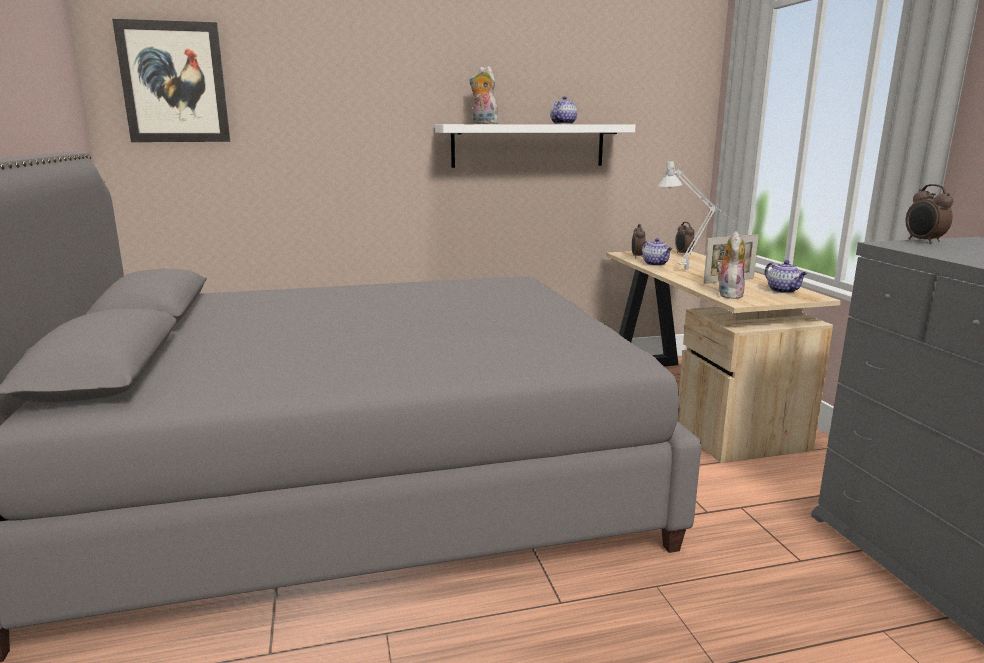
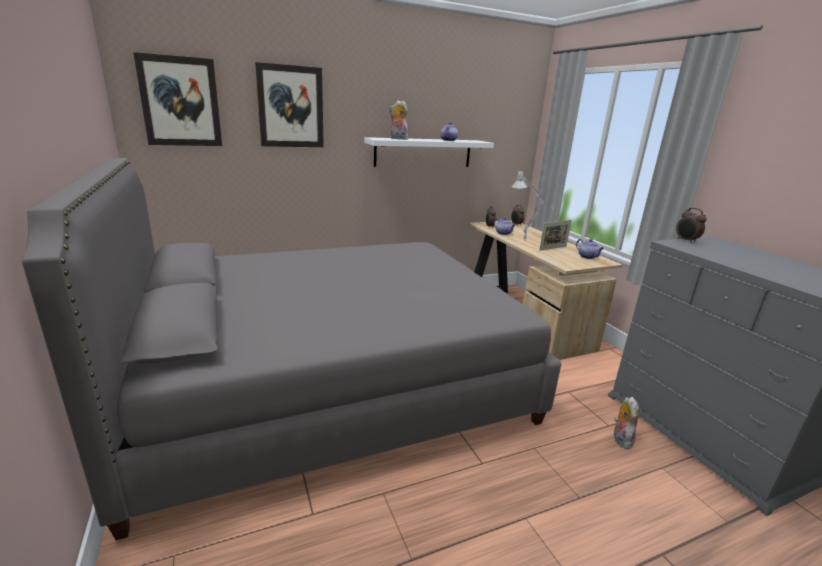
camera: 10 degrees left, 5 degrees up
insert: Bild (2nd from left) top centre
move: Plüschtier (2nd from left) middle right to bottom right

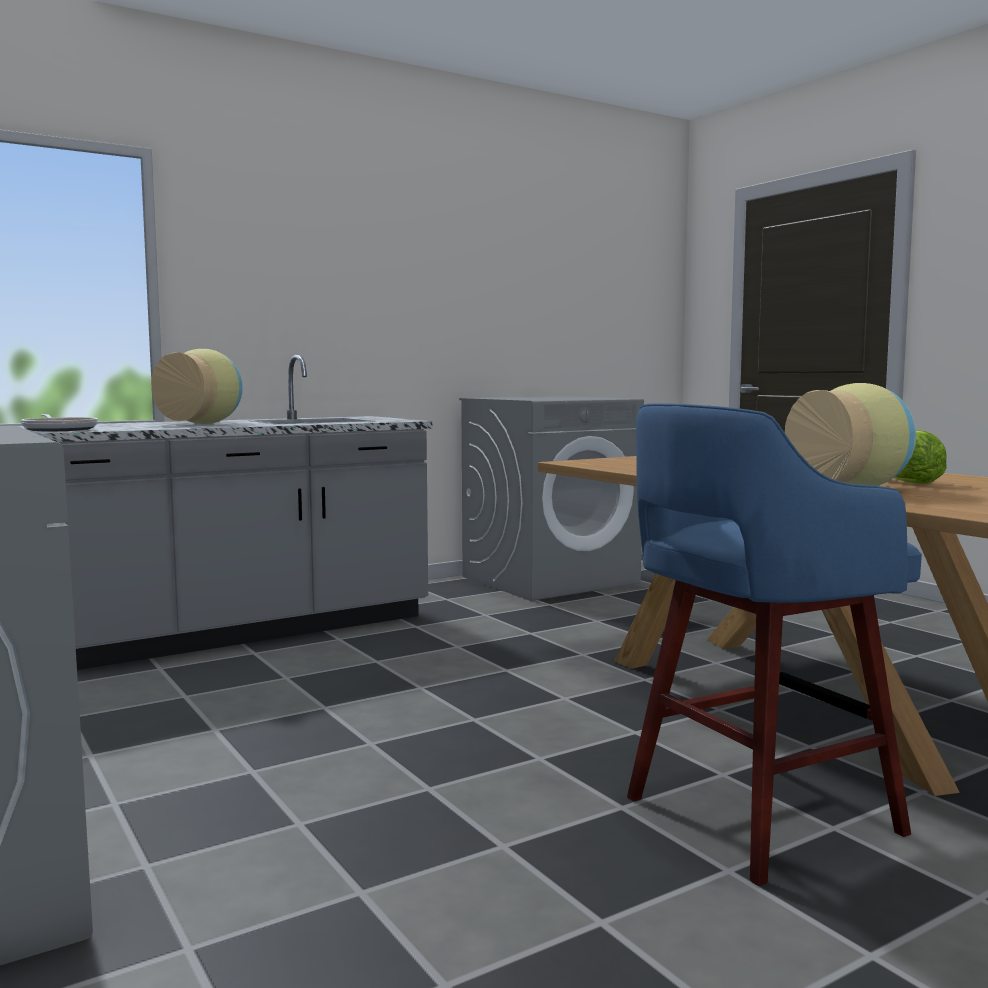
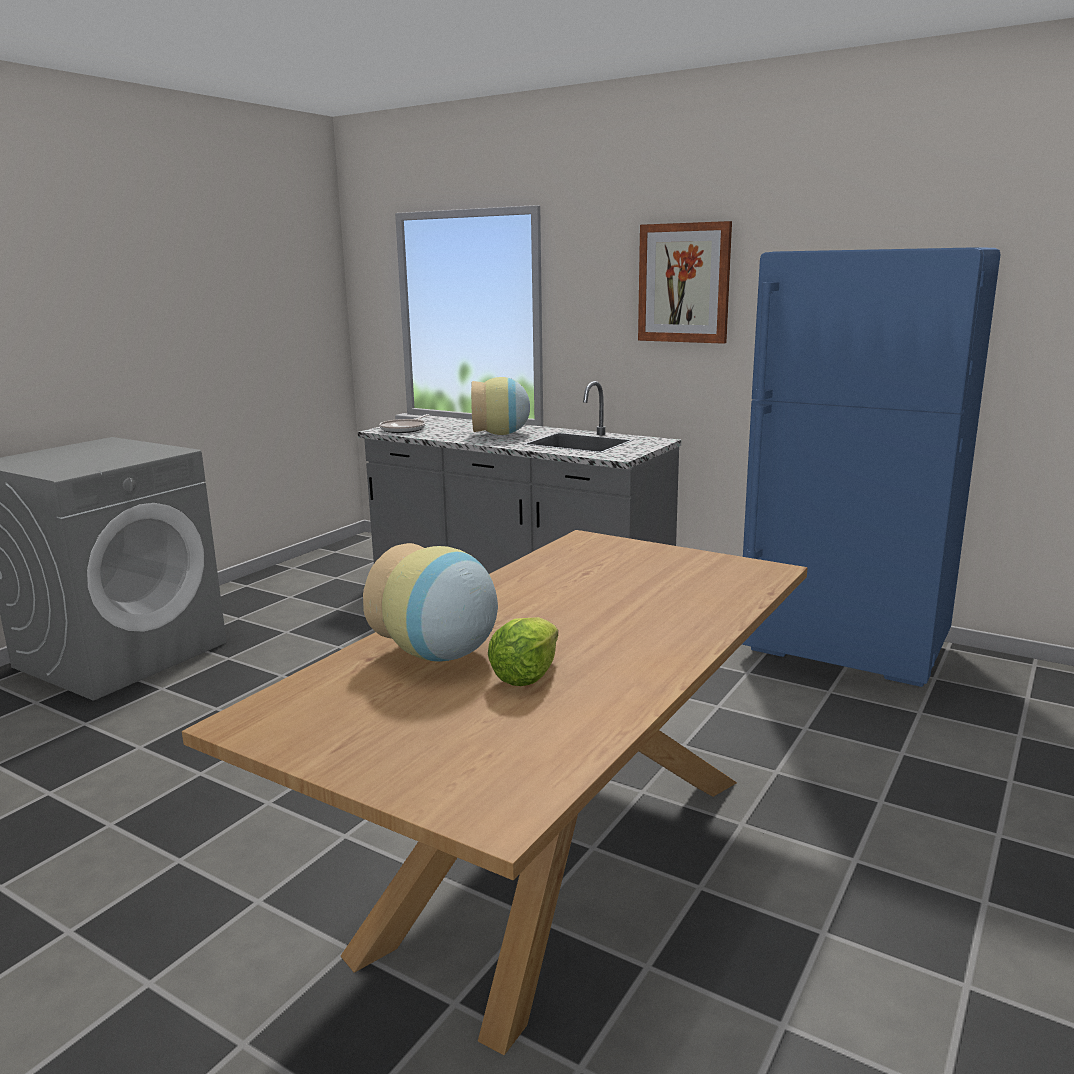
camera: 65 degrees right, 10 degrees up
delete: Hocker/blau middle right
insert: Bild top centre
replace: Waschmaschine/grau (2nd from left) centre to Kühlschrank/blau middle right

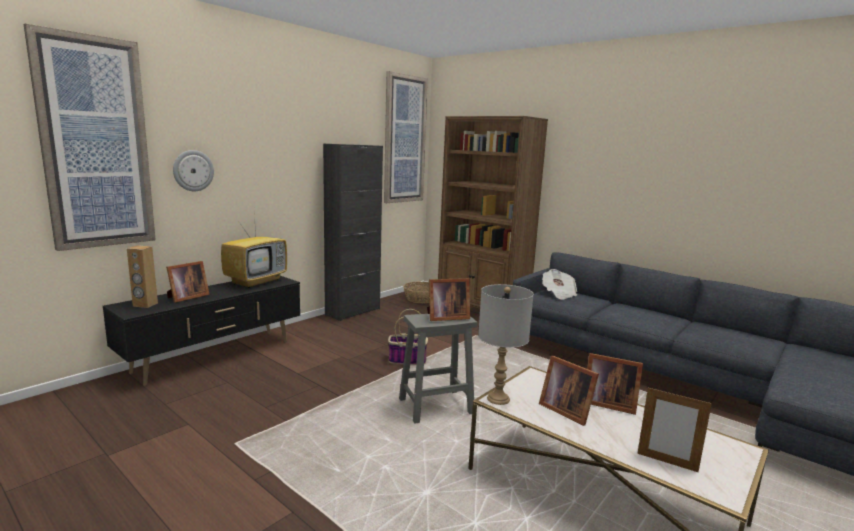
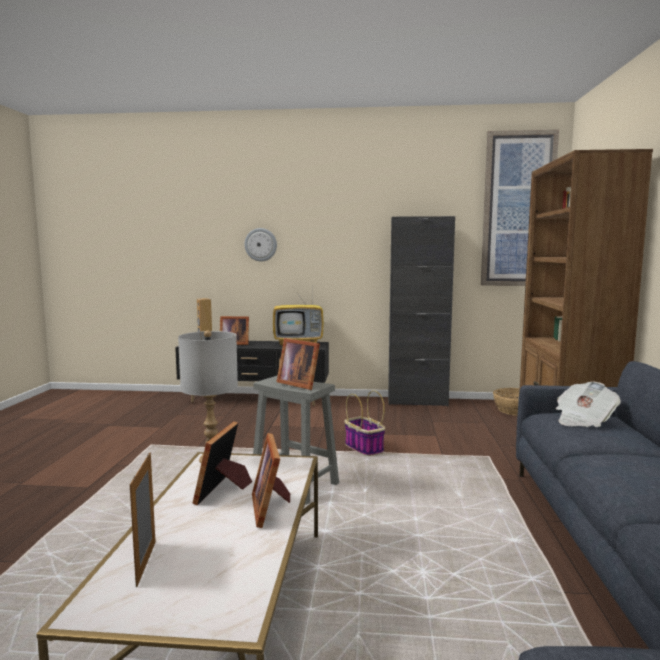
camera: 55 degrees right, 5 degrees down
delete: Bild (1st from left) top left

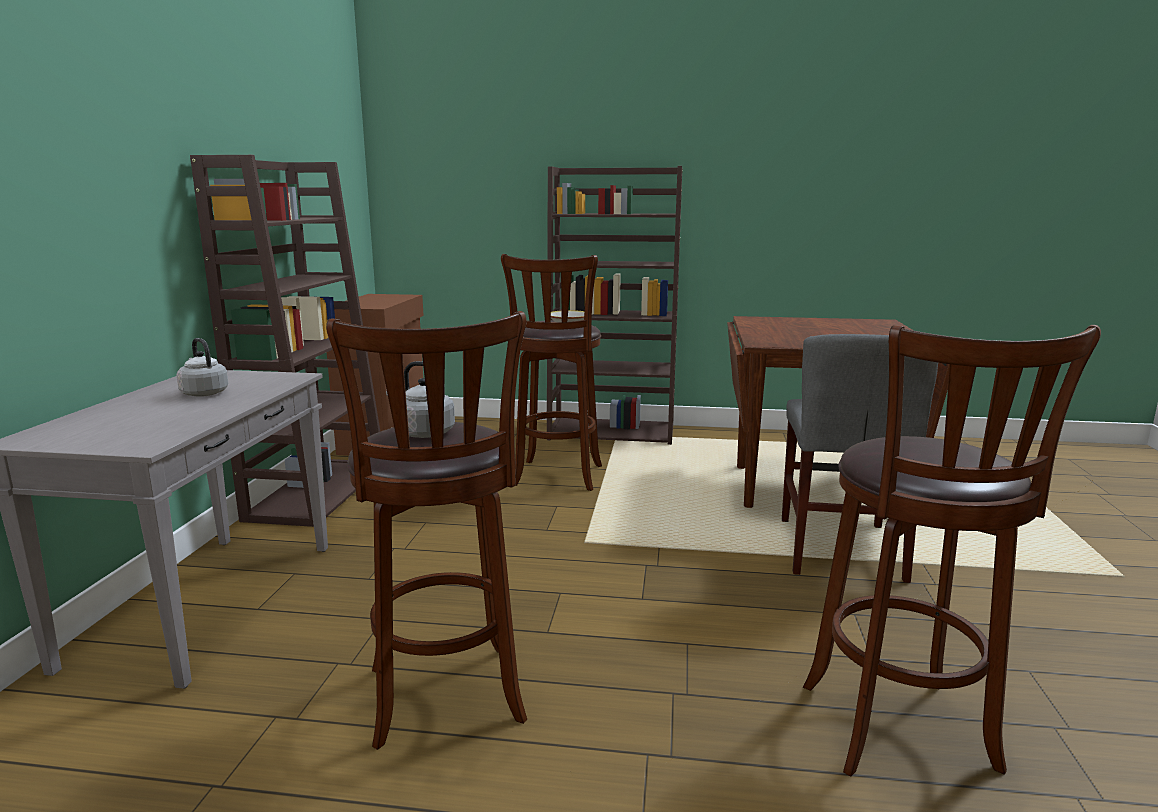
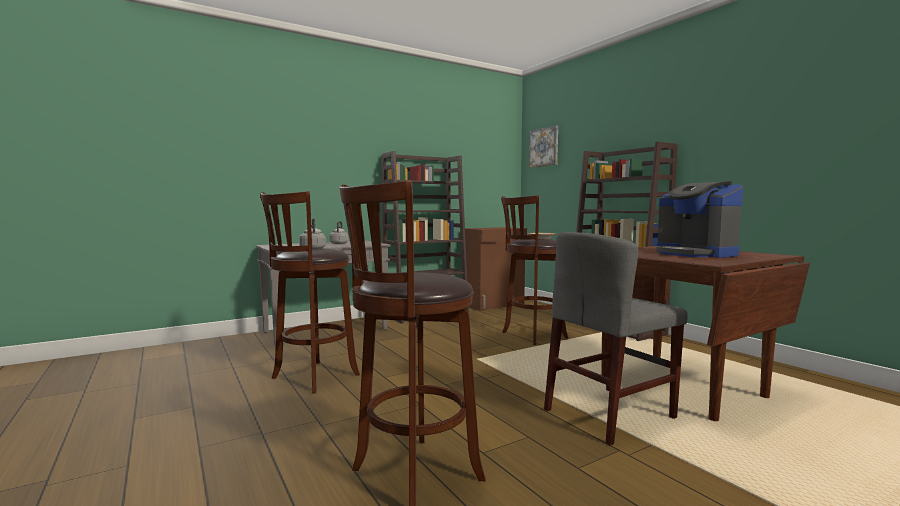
camera: 50 degrees right, 10 degrees down
insert: Bild top centre; Kaffeemaschine middle right

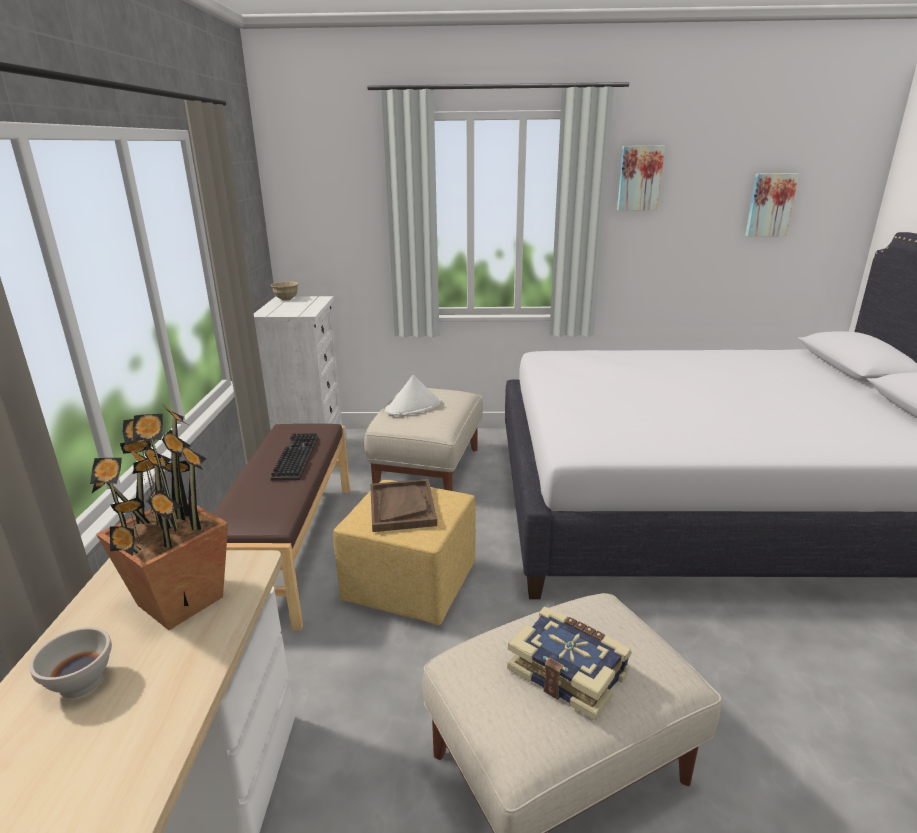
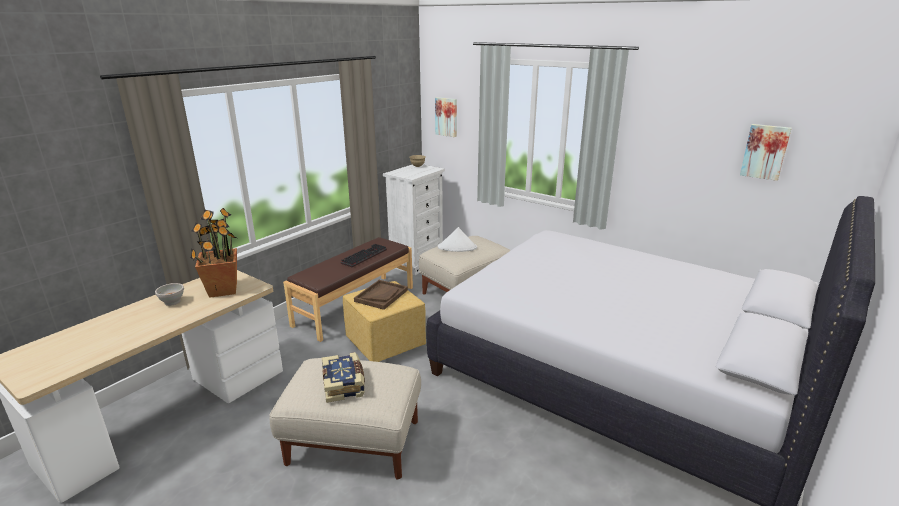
camera: 35 degrees right, 0 degrees up
move: Bild (1st from left) top right to top centre

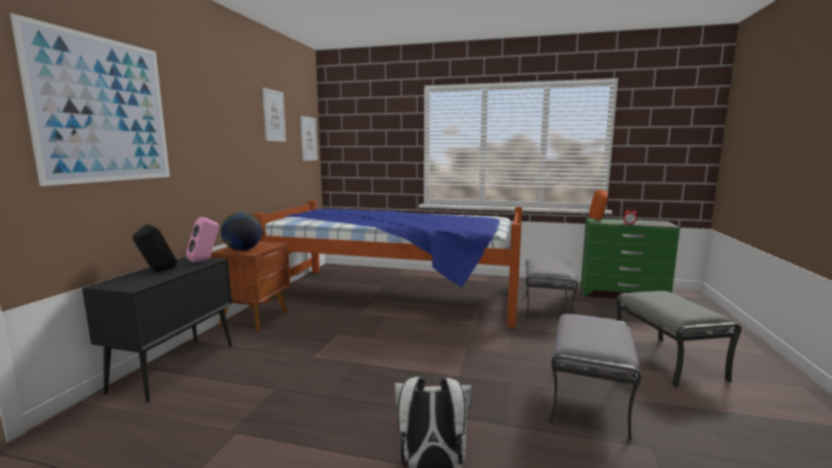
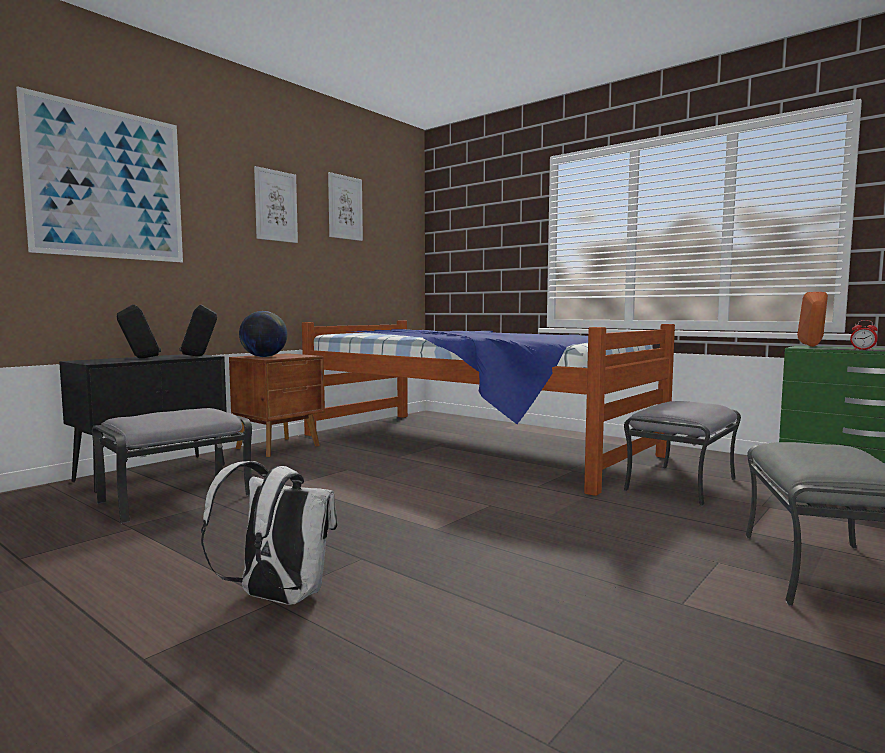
camera: 25 degrees right, 5 degrees down
move: Bild (3rd from left in the first image) top centre to Bild (2nd from left) top left; Polsterhocker/grau (2nd from left in the first image) bottom right to Polsterhocker/grau (1st from left) middle left
recolor: Lautsprecher/rosa middle left to Lautsprecher/schwarz (2nd from left) middle left

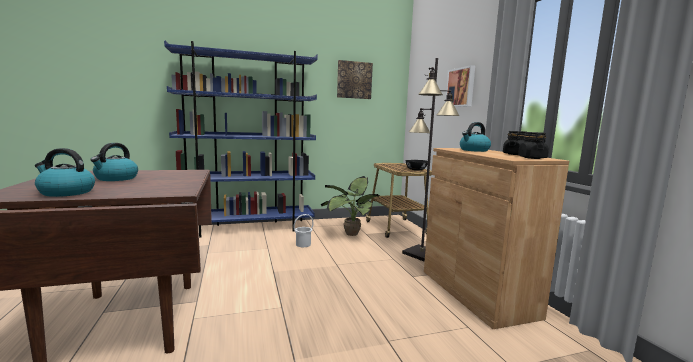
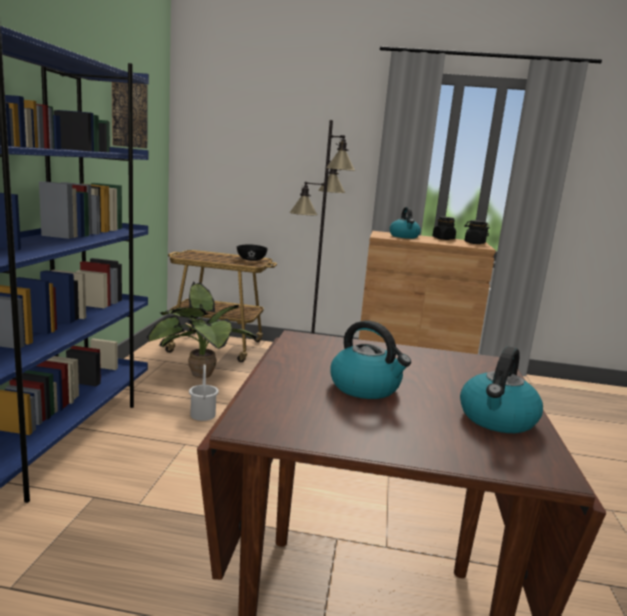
camera: 65 degrees left, 5 degrees up
delete: Bild (2nd from left) top centre

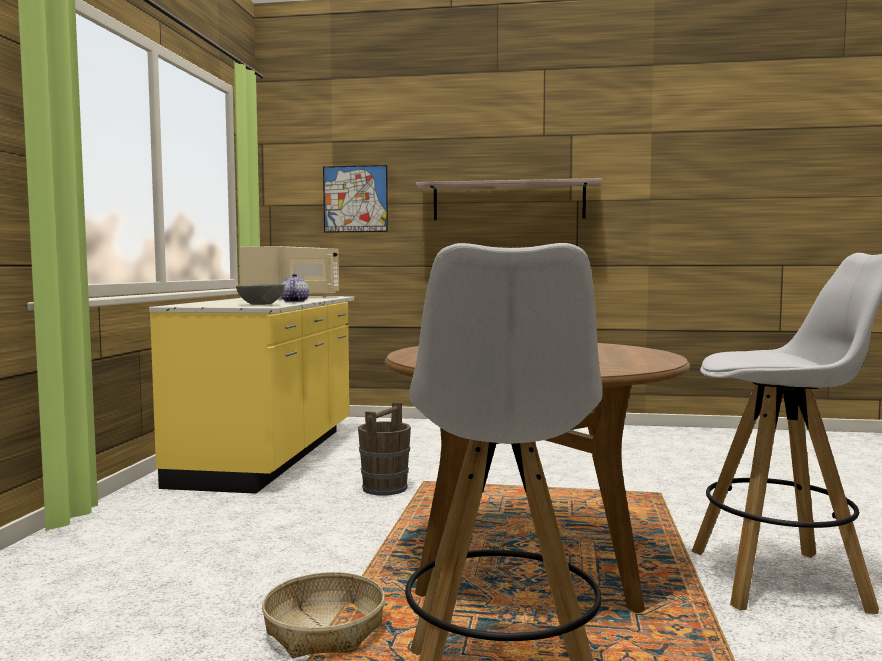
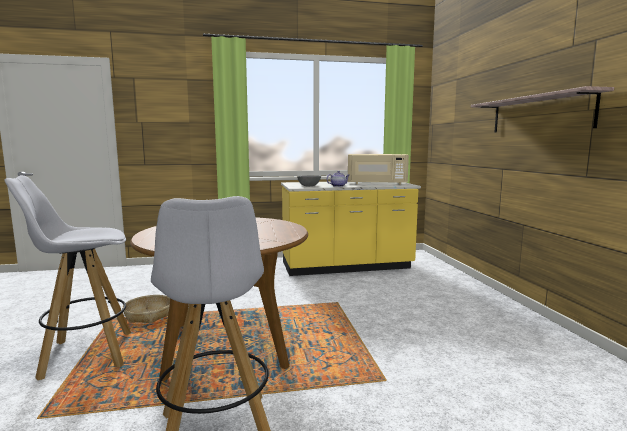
camera: 70 degrees right, 5 degrees up
delete: Bild top centre; Eimer/braun bottom centre

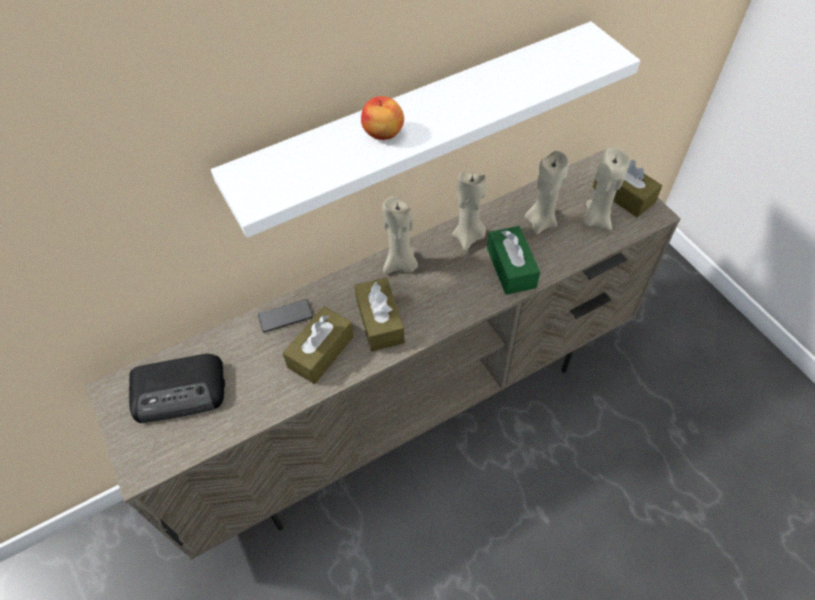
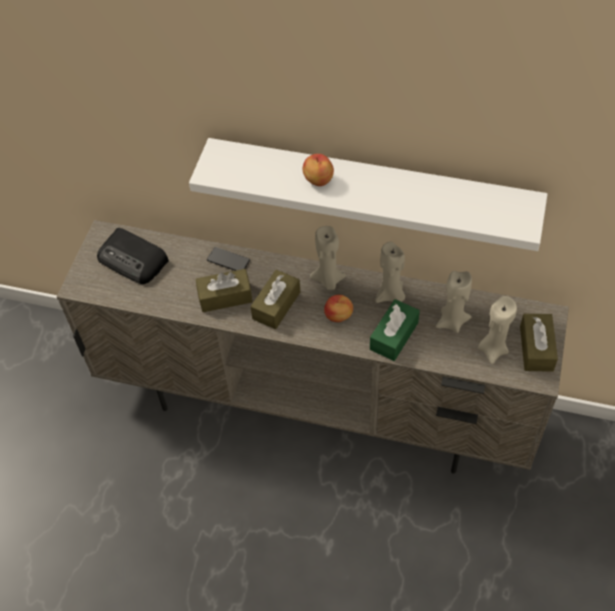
camera: 45 degrees right, 0 degrees up
insert: Apfel (2nd from left) centre

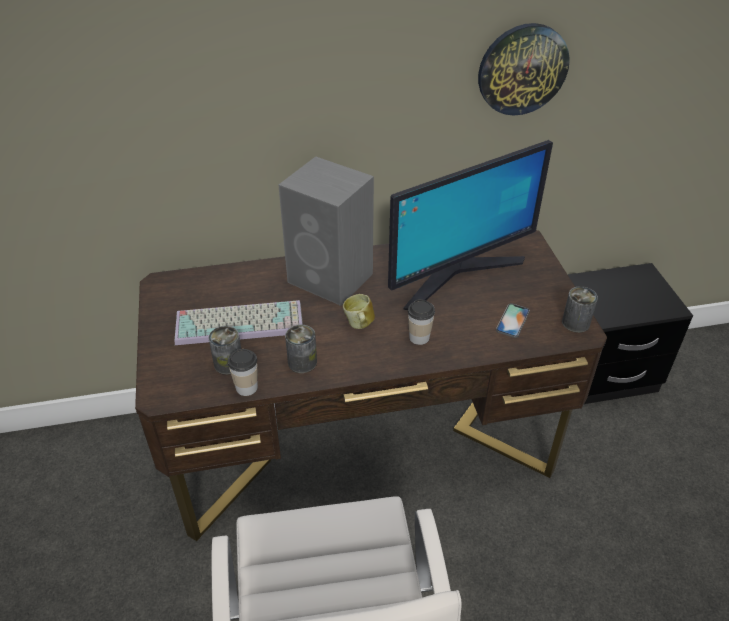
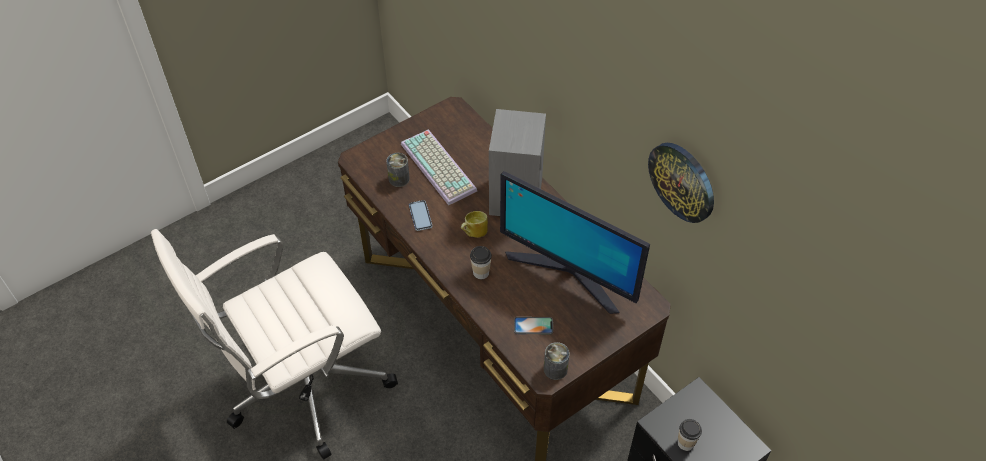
camera: 65 degrees right, 10 degrees up
move: Tasse (1st from left in the first image) centre to Tasse (2nd from left) bottom right
replace: Dose (2nd from left) centre to Handy (1st from left) centre

